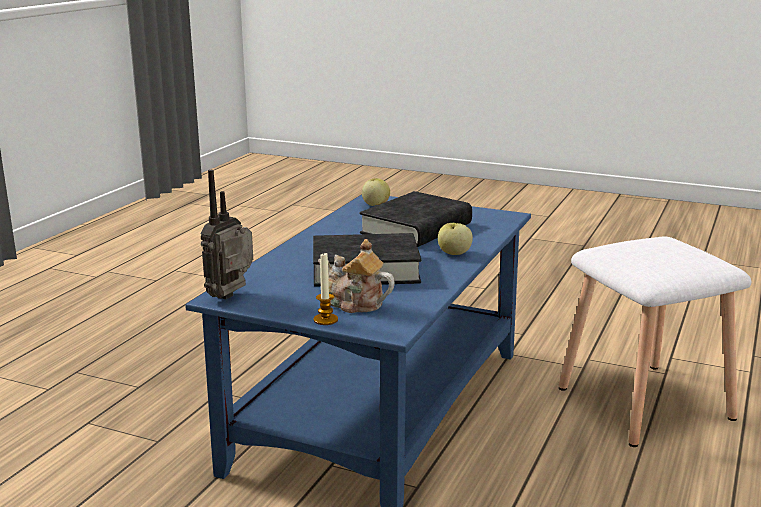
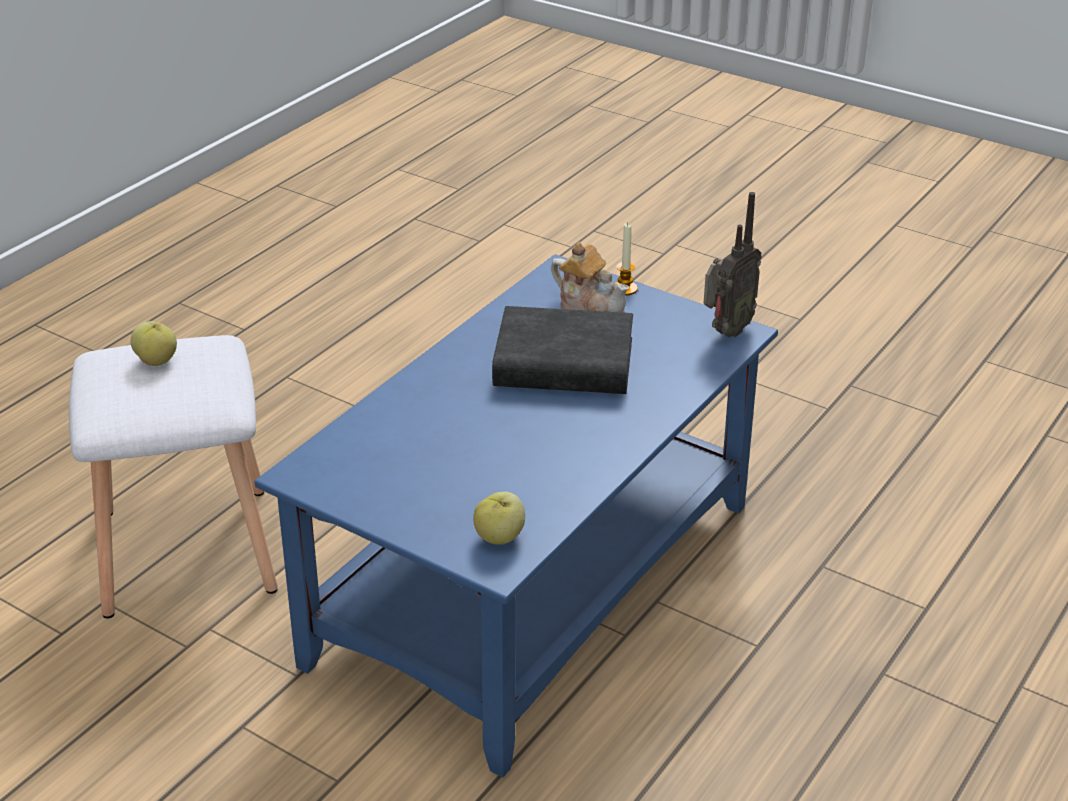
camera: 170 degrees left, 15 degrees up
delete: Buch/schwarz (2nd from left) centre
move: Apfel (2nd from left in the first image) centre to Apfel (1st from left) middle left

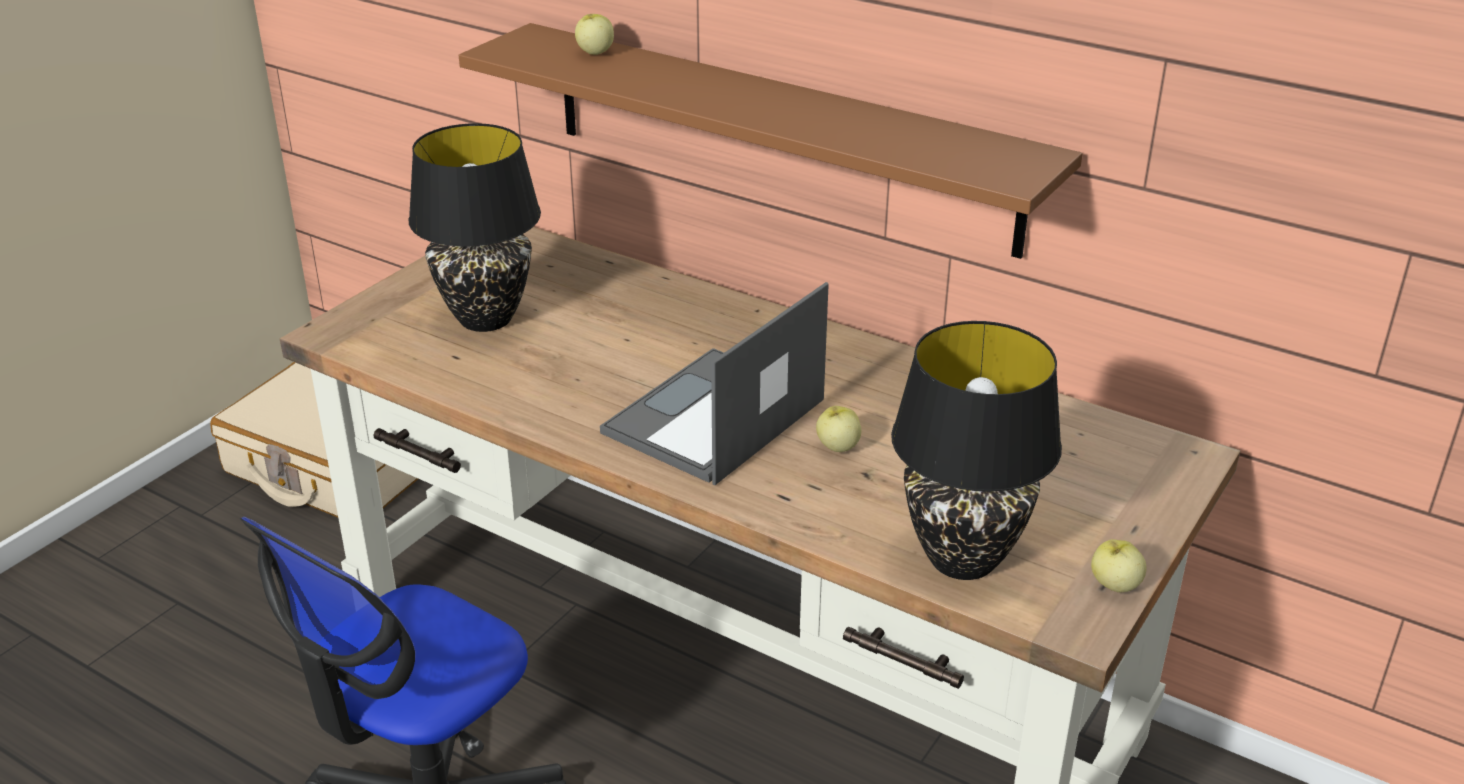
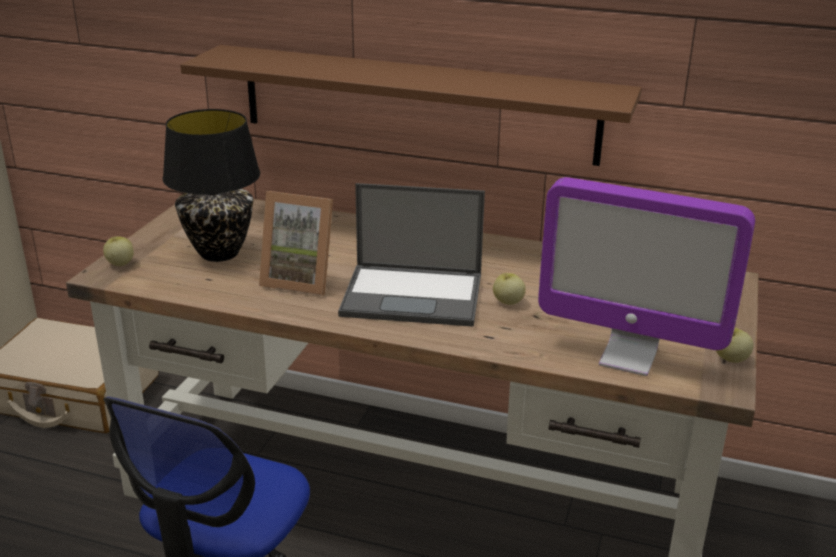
camera: 15 degrees left, 5 degrees down
insert: Bilderrahmen centre
move: Apfel (1st from left) top centre to middle left
replace: Tischlampe/schwarz (2nd from left) middle right to Monitor middle right
rotate: Laptop centre = centre 105 degrees counterclockwise

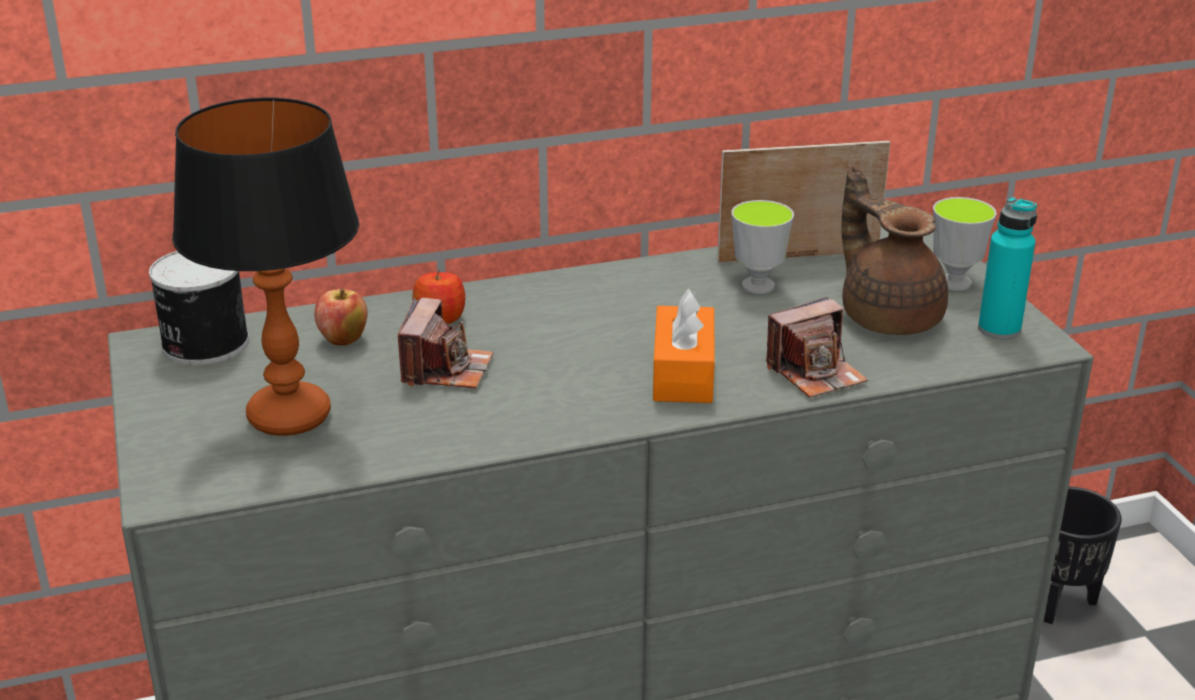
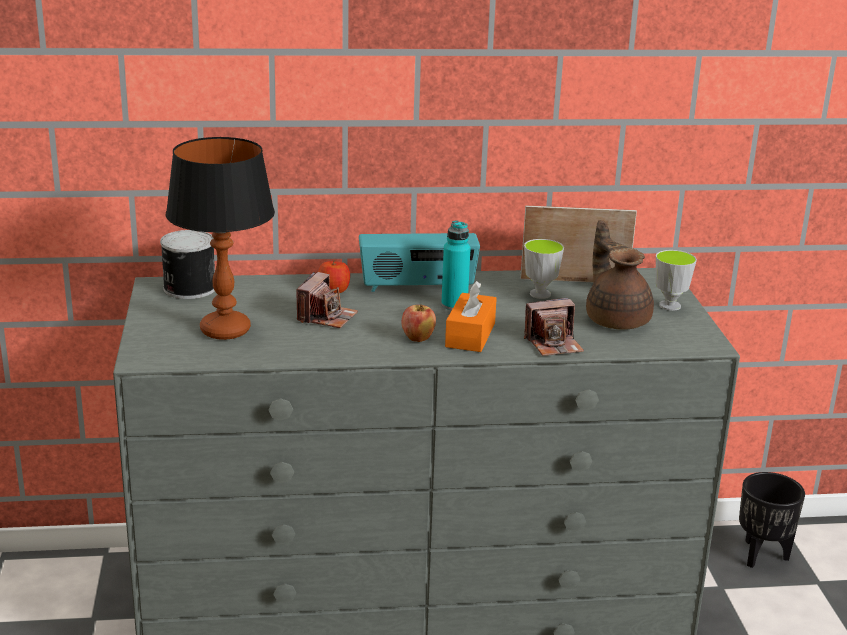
camera: 10 degrees right, 5 degrees down
insert: Radio centre
move: Flasche/türkis middle right to centre; Apfel (1st from left in the first image) middle left to Apfel (2nd from left) centre

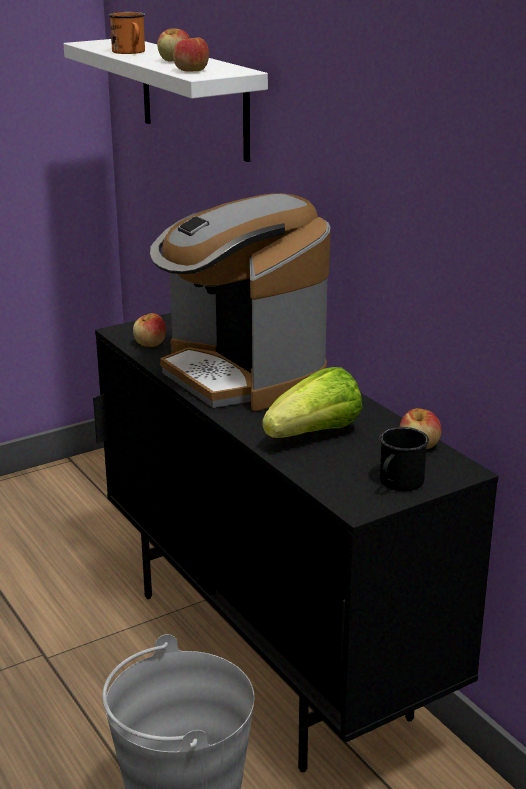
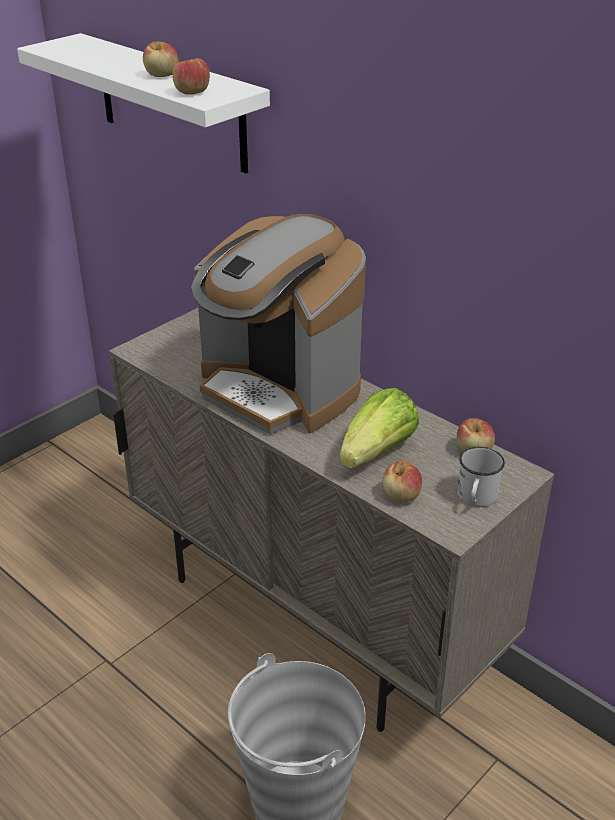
camera: 15 degrees left, 10 degrees up
delete: Henkelbecher/orange top left
move: Apfel (1st from left in the first image) middle left to Apfel (3rd from left) centre
recolor: Schrank/schwarz bottom centre to Schrank/beige centre; Henkelbecher/schwarz middle right to Henkelbecher/weiß middle right

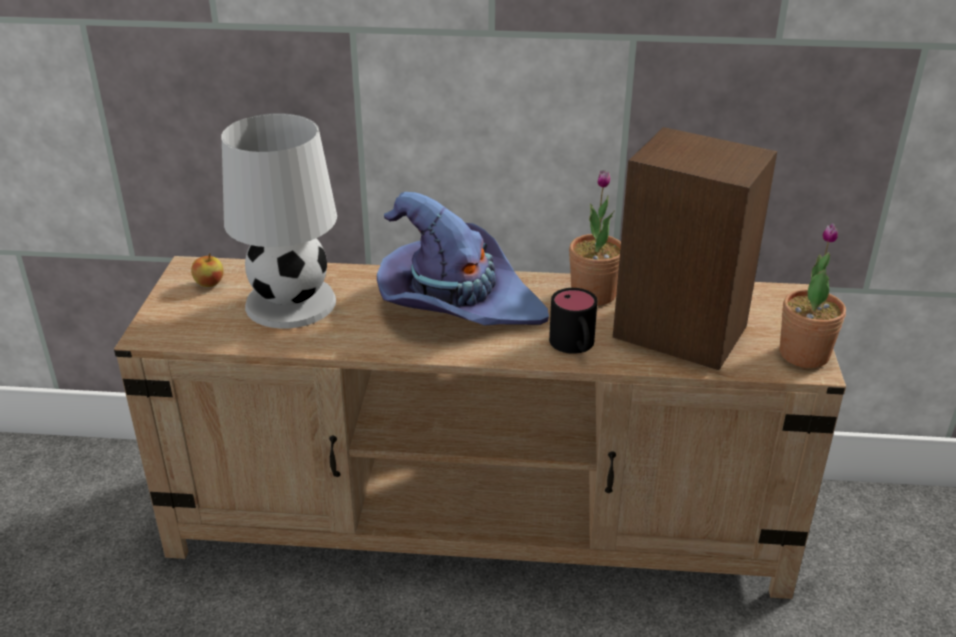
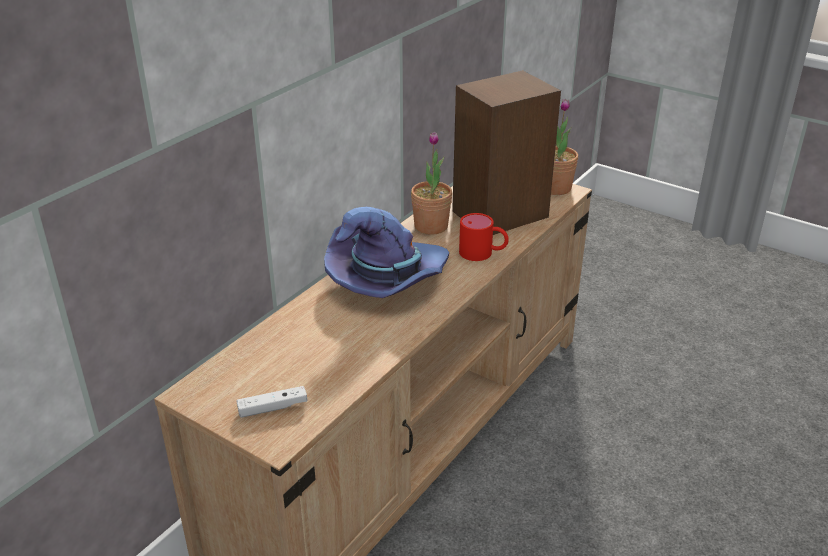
camera: 60 degrees left, 0 degrees up
delete: Tischlampe/weiß middle left; Apfel middle left
insert: Gamepad/weiß bottom left
recolor: Henkelbecher/schwarz centre to Henkelbecher/rot centre

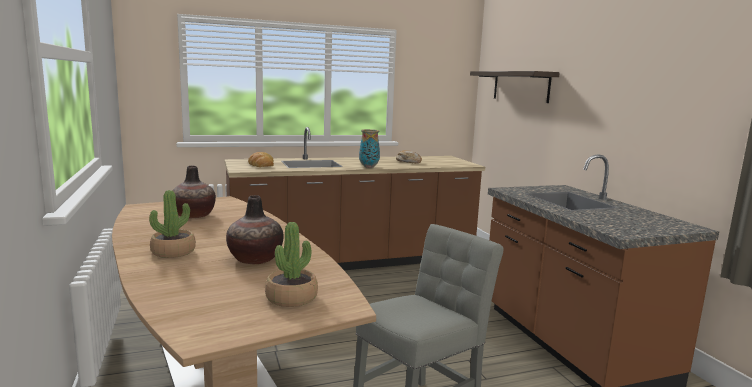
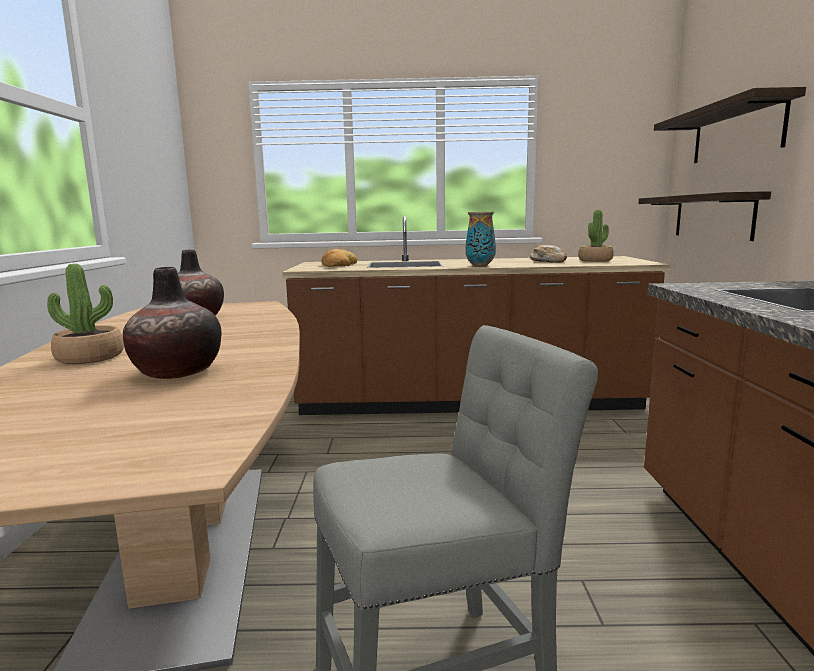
camera: 20 degrees right, 0 degrees up
insert: Wandregal (1st from left) top right
move: Topfpflanze (2nd from left) bottom centre to middle right

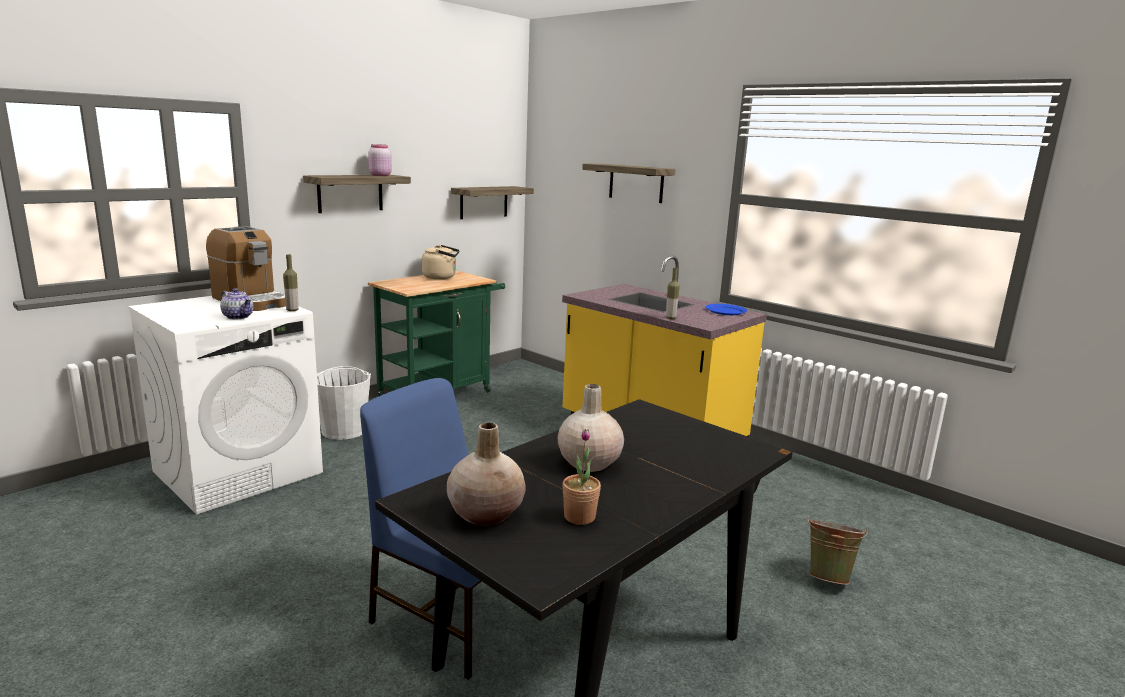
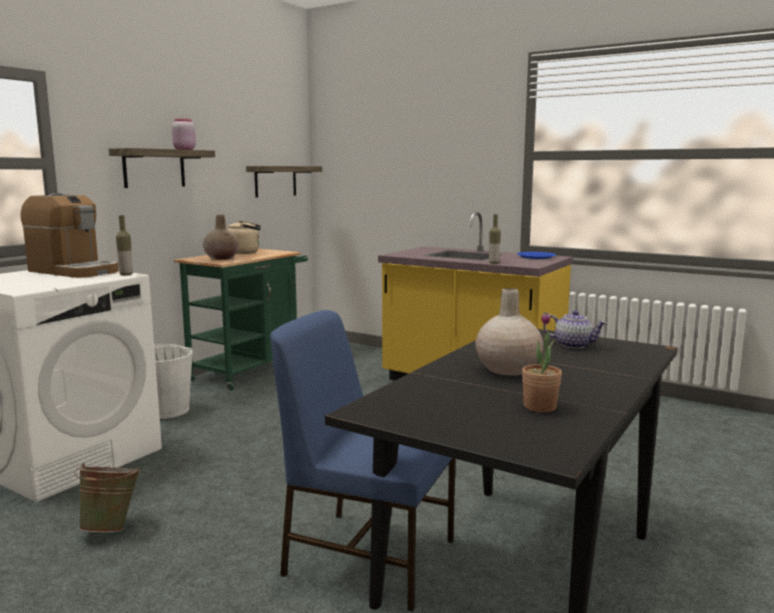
camera: 10 degrees left, 5 degrees down
delete: Wandregal (3rd from left) top centre
move: Teekanne middle left to middle right; Vase/beige (1st from left) bottom centre to middle left; Eimer/grün bottom right to bottom left

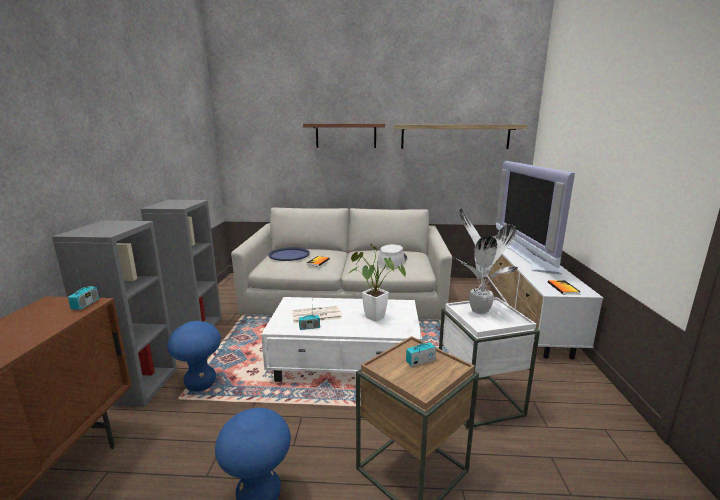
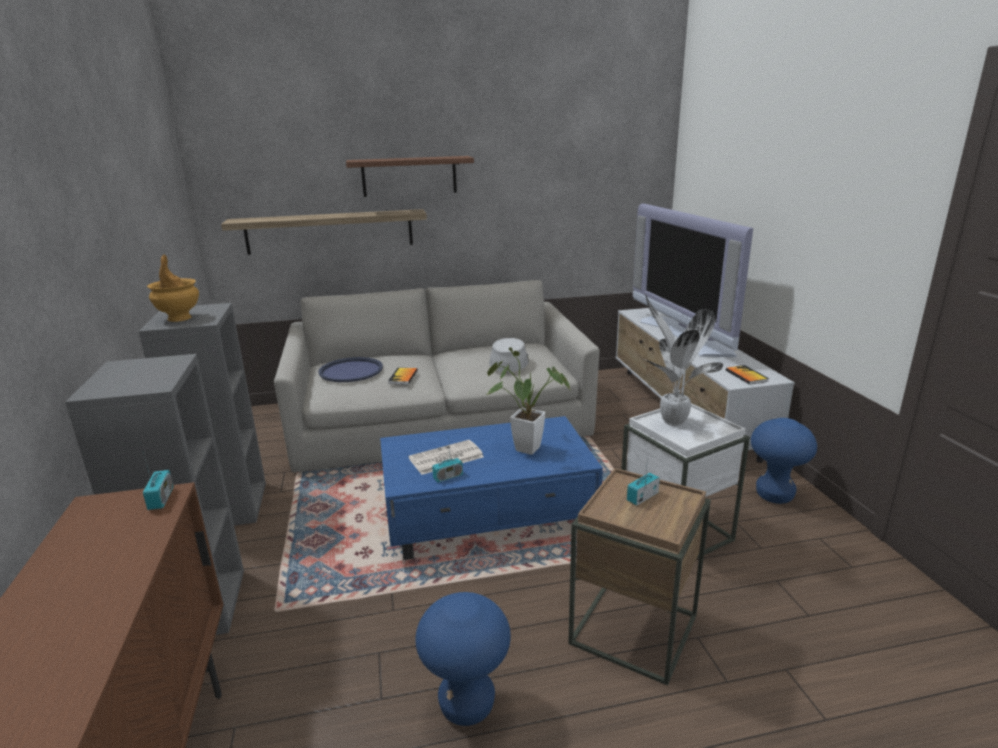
camera: 15 degrees left, 5 degrees up
insert: Vase/braun middle left
move: Wandregal (2nd from left in the first image) top centre to Wandregal (1st from left) top left; Hocker/blau (1st from left in the first image) bottom left to Hocker/blau (2nd from left) middle right
recolor: Couchtisch/weiß bottom centre to Couchtisch/blau centre

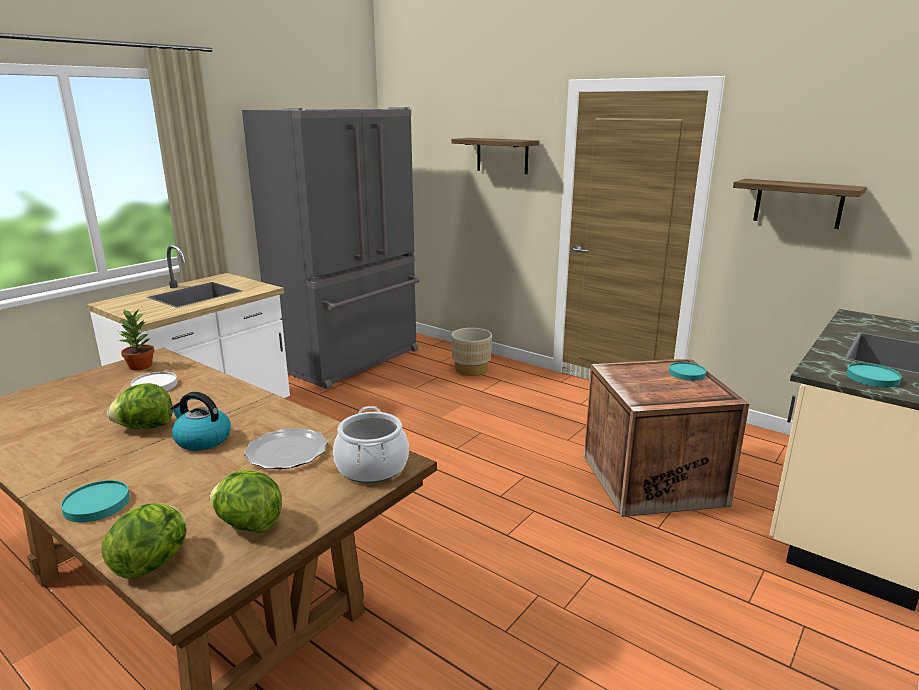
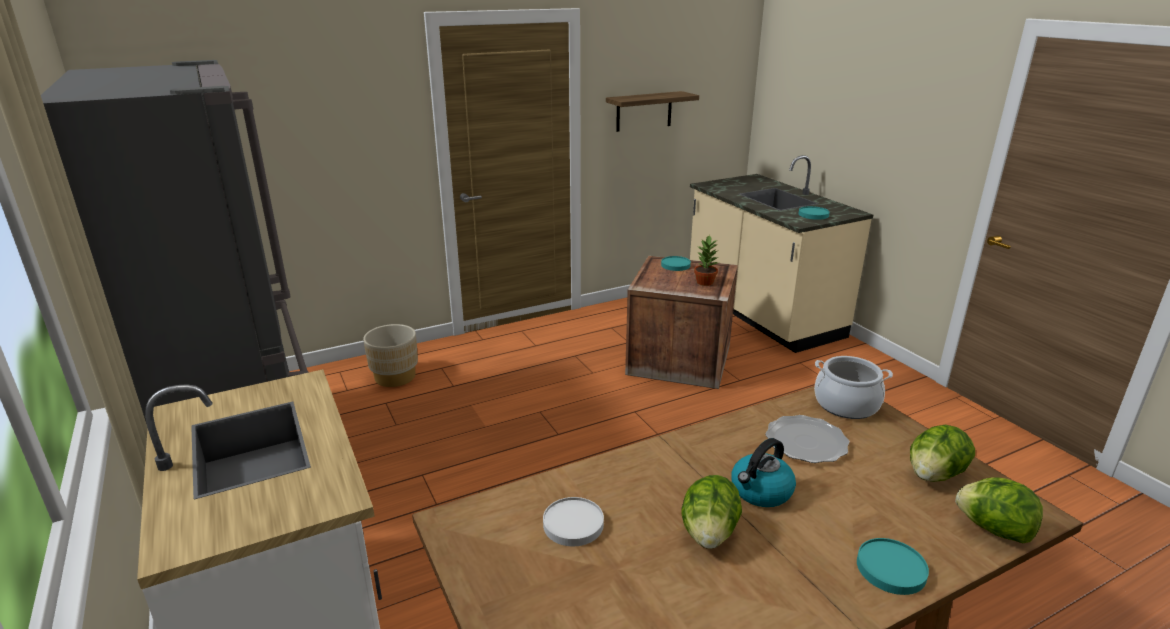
camera: 65 degrees left, 5 degrees up
delete: Wandregal (1st from left) top centre
move: Topfpflanze middle left to centre

